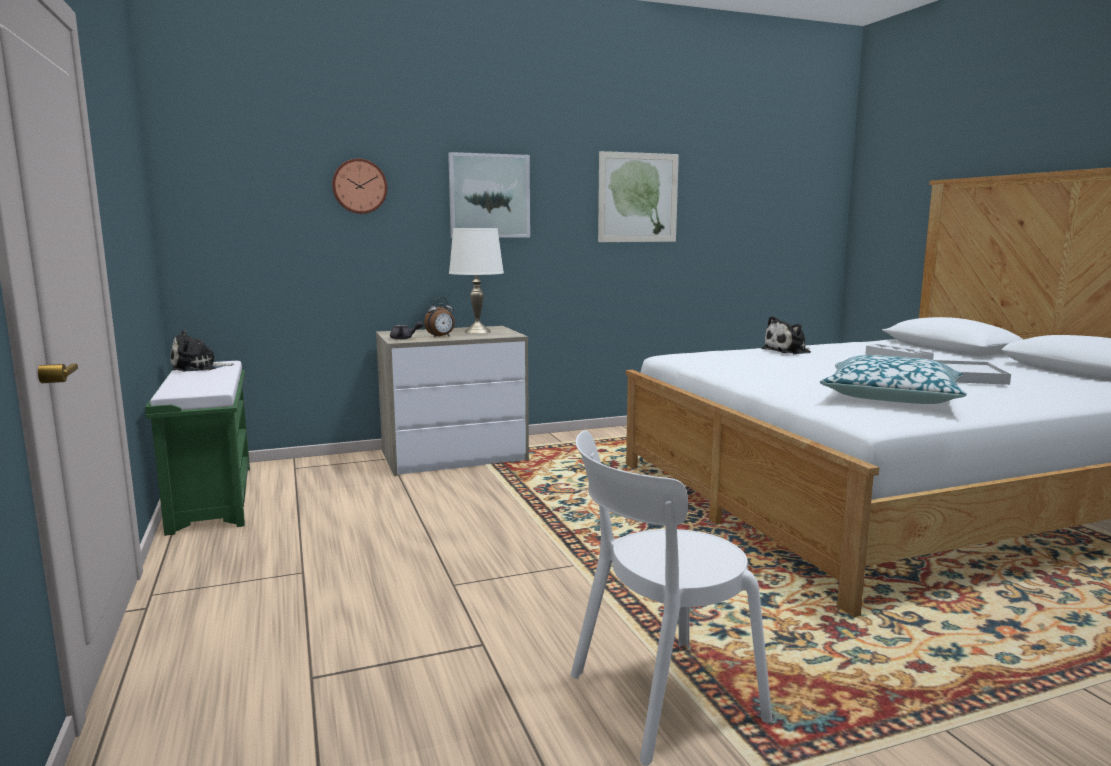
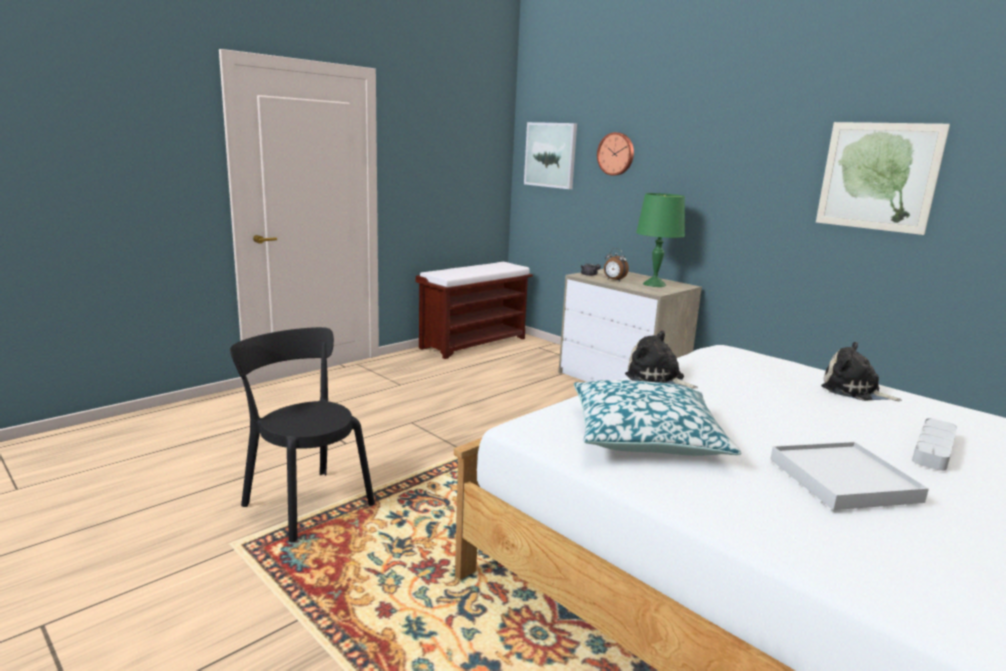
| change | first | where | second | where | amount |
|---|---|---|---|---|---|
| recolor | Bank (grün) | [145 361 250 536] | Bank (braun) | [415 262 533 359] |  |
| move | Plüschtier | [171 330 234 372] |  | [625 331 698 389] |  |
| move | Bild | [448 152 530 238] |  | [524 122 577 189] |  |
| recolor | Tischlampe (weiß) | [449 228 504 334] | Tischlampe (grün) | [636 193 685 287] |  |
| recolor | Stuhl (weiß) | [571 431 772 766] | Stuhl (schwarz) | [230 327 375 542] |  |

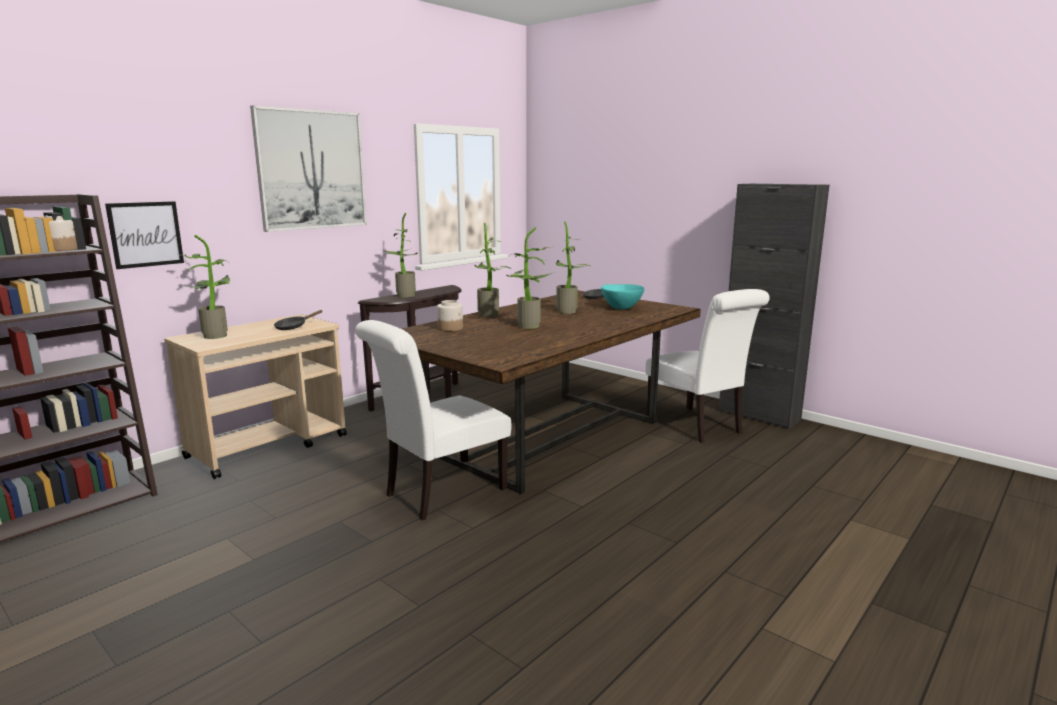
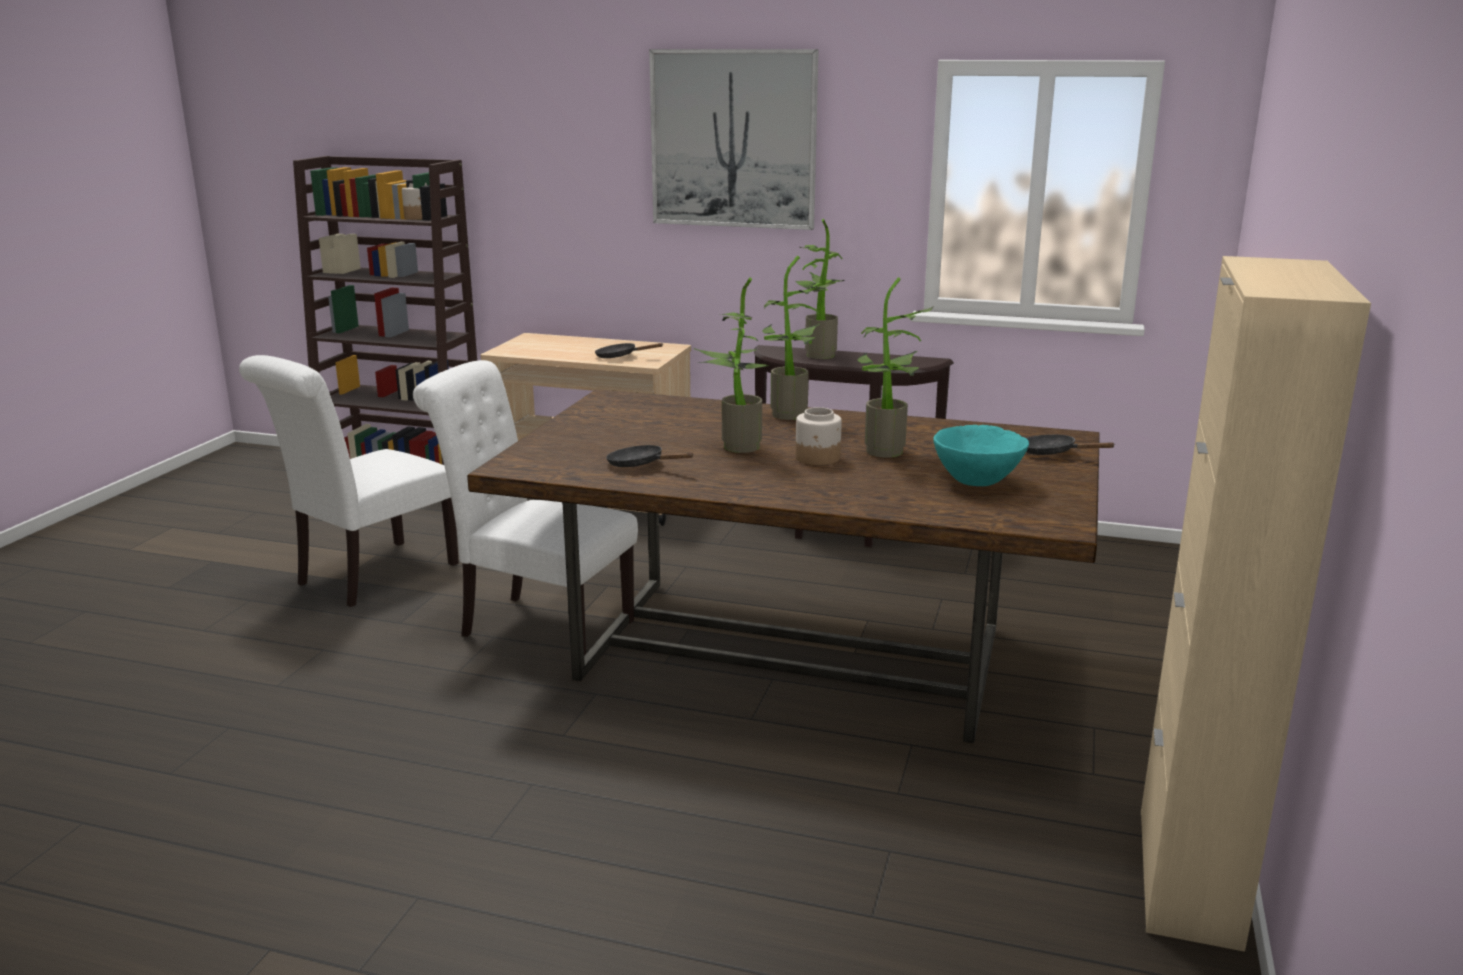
| change | first | where | second | where | amount |
|---|---|---|---|---|---|
| delete | Bild | [105 201 184 269] |  |  |  |
| delete | Topfpflanze | [176 235 230 339] |  |  |  |
| move | Vorratsglas | [437 300 463 331] |  | [796 407 842 465] |  |
| move | Stuhl (weiß) | [645 289 770 443] |  | [239 355 459 607] |  |
| recolor | Schrank (schwarz) | [719 184 829 429] | Schrank (beige) | [1141 256 1371 952] |  |
| insert |  |  | Pfanne (schwarz) | [606 445 694 467] |  |

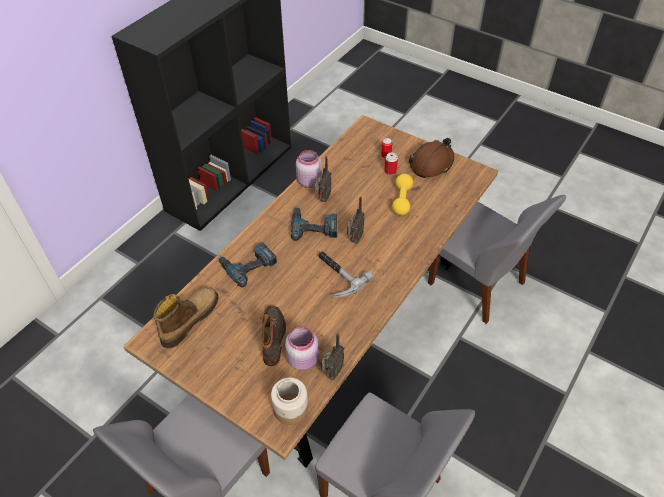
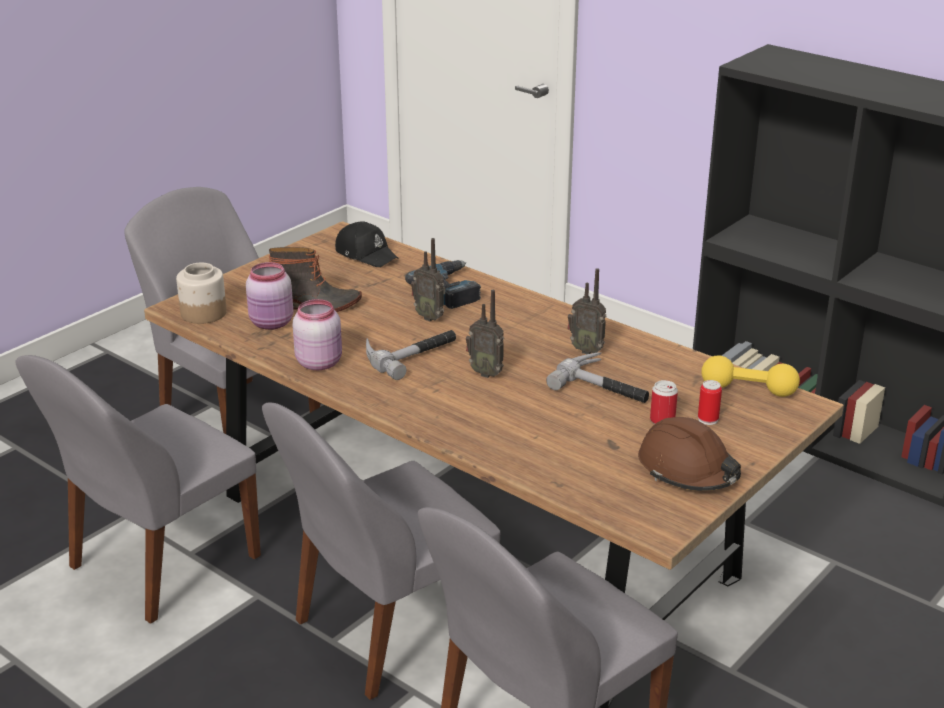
| change | first | where | second | where | amount |
|---|---|---|---|---|---|
| replace | Stiefel | [153 287 219 348] | Kappe (schwarz) | [335 221 398 267] |  |
| delete | Bohrmaschine | [291 206 337 241] |  |  |  |
| move | Vorratsglas (rosa) | [296 150 322 188] |  | [293 299 342 370] |  |
| move | Radio | [321 333 344 380] |  | [411 238 445 321] |  |
| move | Hantel (gelb) | [392 174 413 215] |  | [702 355 800 397] |  |
| insert |  |  | Stuhl (grau) | [262 402 500 700] |  |
| insert |  |  | Hammer | [546 352 649 403] |  |

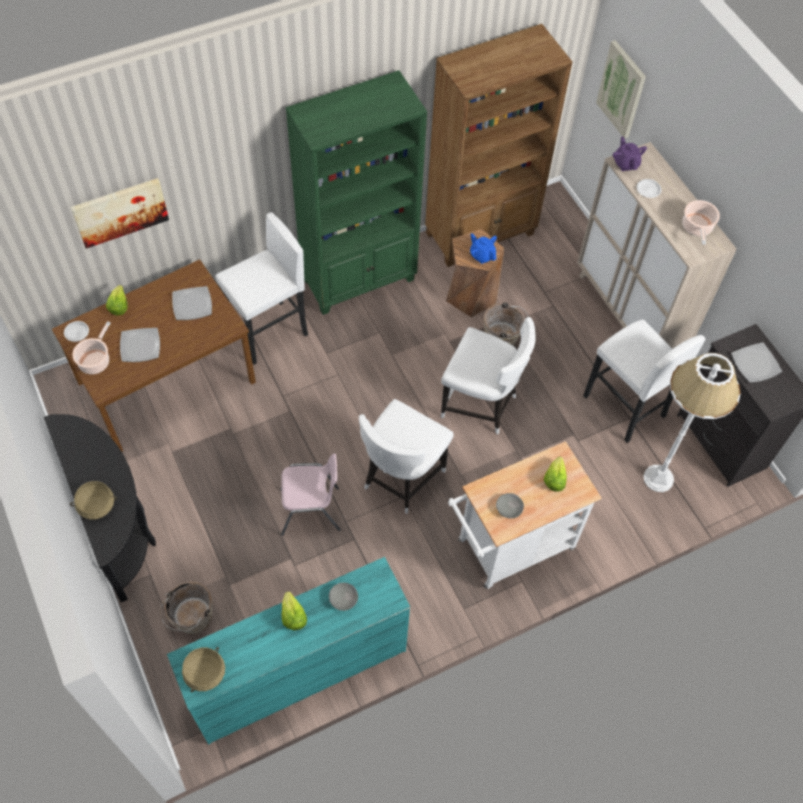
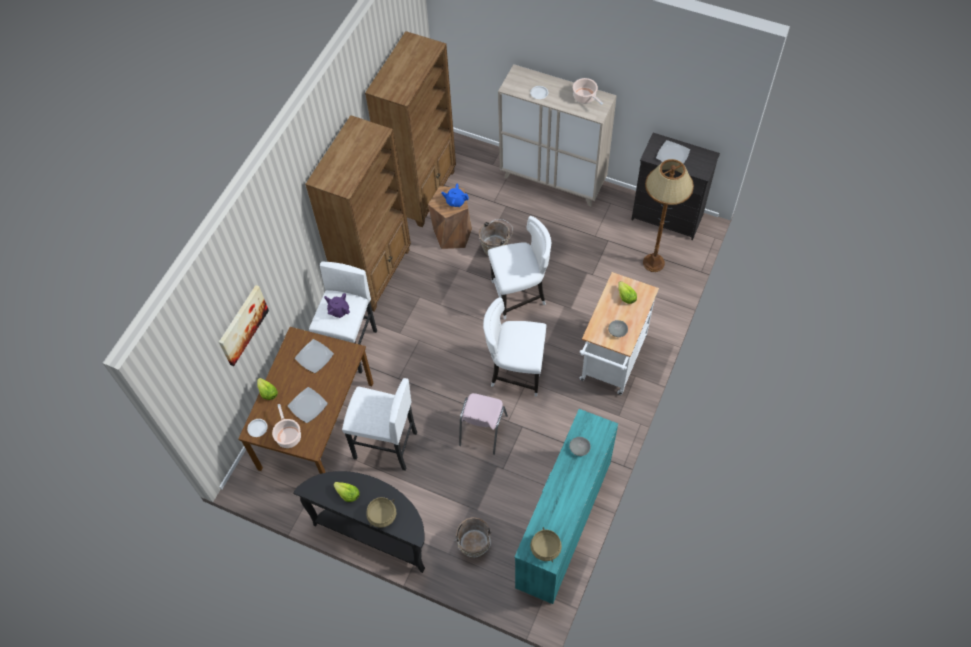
| change | first | where | second | where | amount |
|---|---|---|---|---|---|
| rotate | Stuhl (rosa) | [280 454 341 536] |  | [459 393 508 455] | 150 degrees clockwise |
| move | Salatkopf | [282 591 307 630] |  | [333 482 360 502] |  |
| recolor | Bücherregal (grün) | [286 70 427 315] | Bücherregal (braun) | [305 115 411 312] |  |
| rotate | Stuhl (weiß) | [359 399 454 514] |  | [483 297 546 397] | 105 degrees clockwise |
| move | Hocker (weiß) | [583 319 706 443] |  | [342 378 417 471] |  |
| delete | Bild | [596 40 646 138] |  |  |  |
| move | Teekanne (lila) | [613 137 647 171] |  | [324 293 350 318] |  |
| recolor | Stehlampe (weiß) | [644 353 741 492] | Stehlampe (braun) | [643 159 694 272] |  |

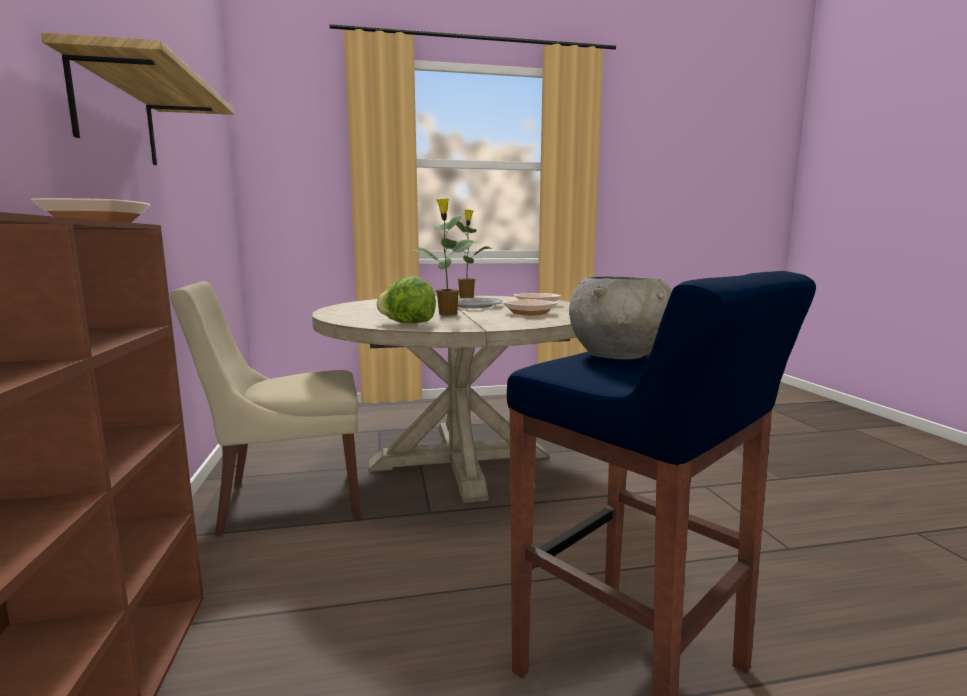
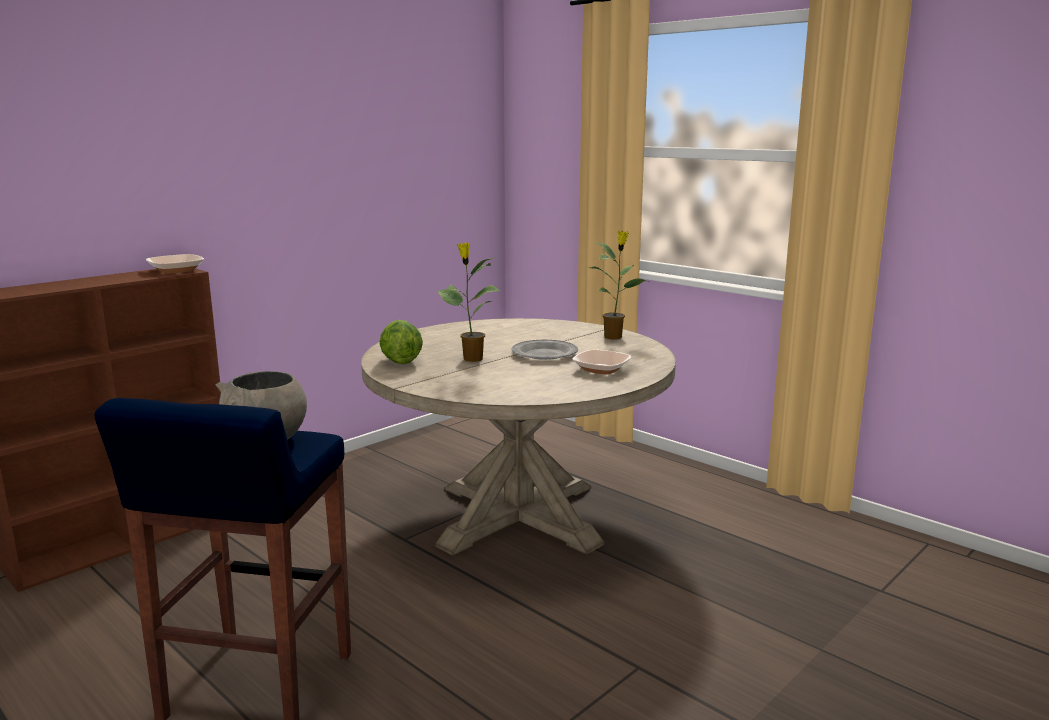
| change | first | where | second | where | amount |
|---|---|---|---|---|---|
| delete | Wandregal | [41 33 234 165] |  |  |  |
| delete | Stuhl (beige) | [170 281 361 537] |  |  |  |
| delete | Schüssel | [502 299 558 316] |  |  |  |

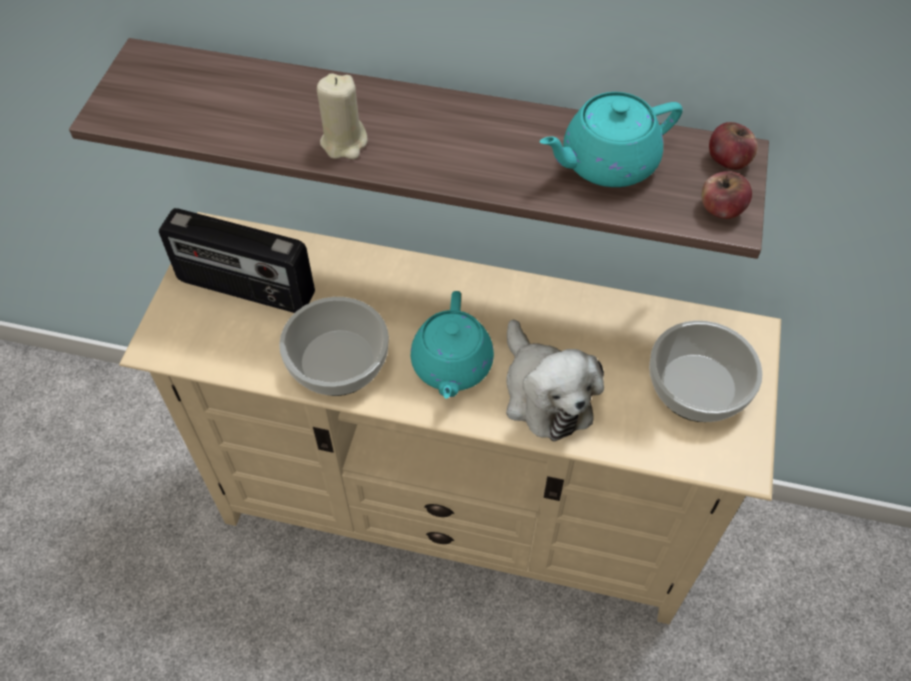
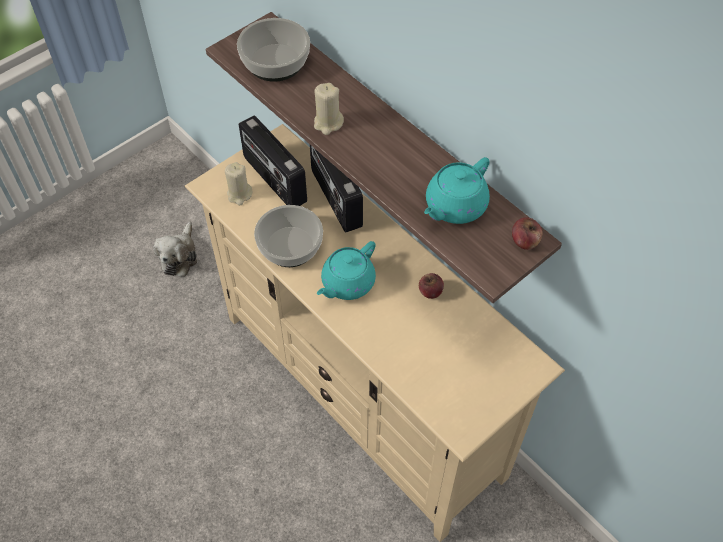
| change | first | where | second | where | amount |
|---|---|---|---|---|---|
| move | Plüschtier | [506 320 604 441] |  | [153 221 197 277] |  |
| rotate | Teekanne (türkis) | [540 92 683 187] |  | [424 157 490 224] | 60 degrees counterclockwise |
| move | Schüssel | [649 320 763 422] |  | [237 18 310 82] |  |
| move | Apfel | [702 171 752 219] |  | [419 273 444 299] |  |
| insert |  |  | Kerze (beige) | [225 162 253 205] |  |
| insert |  |  | Radio | [310 145 363 232] |  |

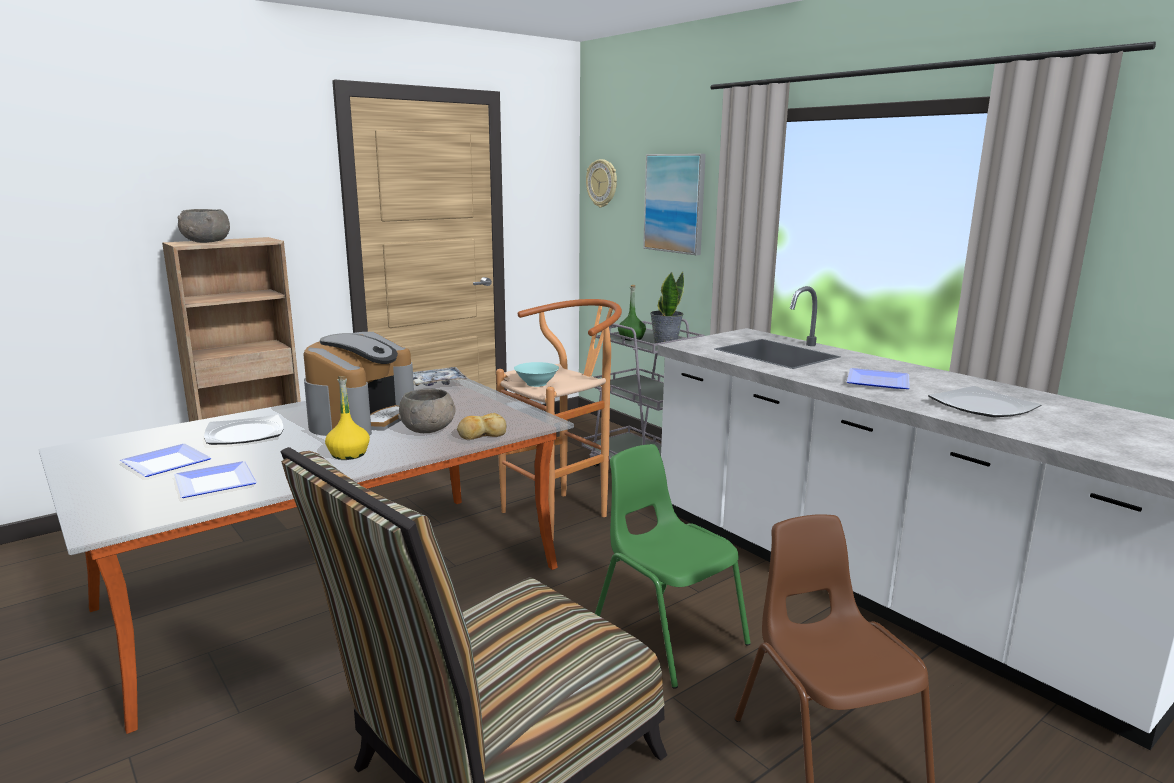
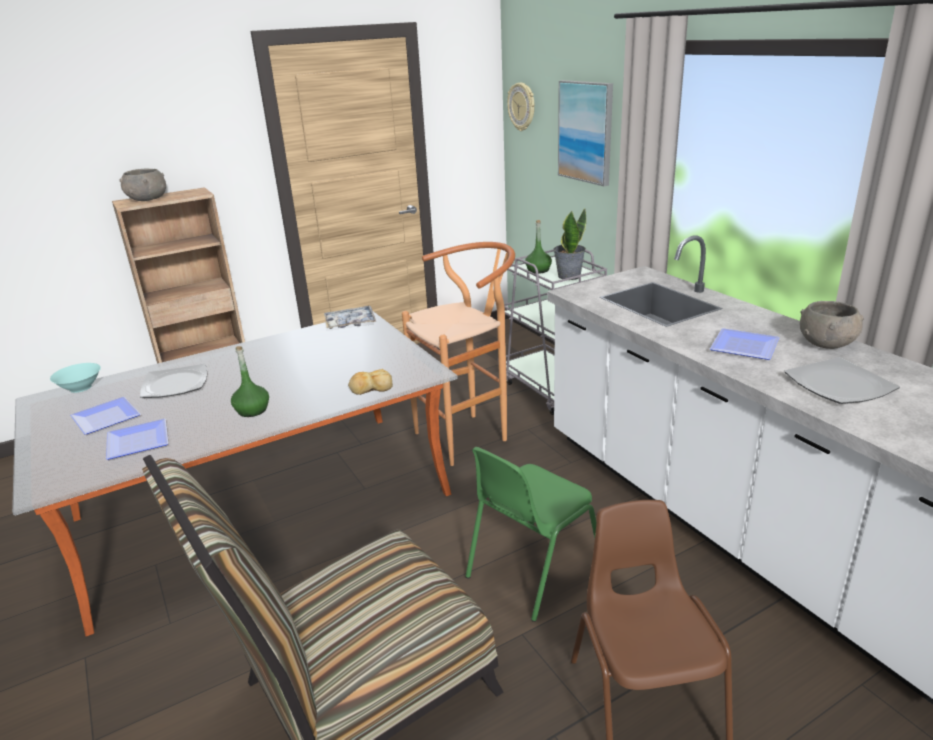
| change | first | where | second | where | amount |
|---|---|---|---|---|---|
| delete | Kaffeemaschine | [304 332 414 436] |  |  |  |
| recolor | Flasche (gelb) | [325 376 370 460] | Flasche (grün) | [231 346 269 417] |  |
| move | Schüssel (grau) | [398 389 456 433] |  | [800 301 864 349] |  |
| move | Schüssel (türkis) | [514 362 559 387] |  | [50 363 101 393] |  |
| rotate | Stuhl (grün) | [595 444 751 689] |  | [465 447 596 622] | 105 degrees counterclockwise |

